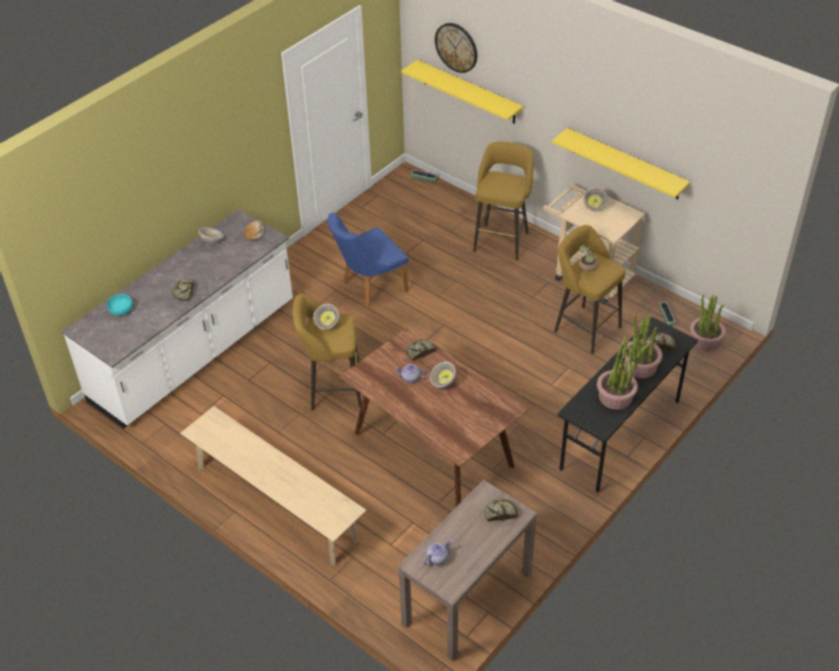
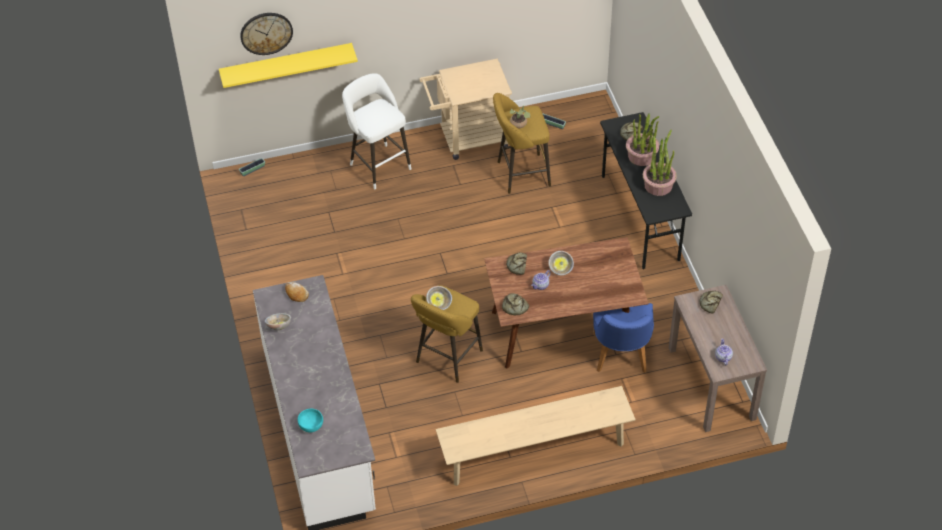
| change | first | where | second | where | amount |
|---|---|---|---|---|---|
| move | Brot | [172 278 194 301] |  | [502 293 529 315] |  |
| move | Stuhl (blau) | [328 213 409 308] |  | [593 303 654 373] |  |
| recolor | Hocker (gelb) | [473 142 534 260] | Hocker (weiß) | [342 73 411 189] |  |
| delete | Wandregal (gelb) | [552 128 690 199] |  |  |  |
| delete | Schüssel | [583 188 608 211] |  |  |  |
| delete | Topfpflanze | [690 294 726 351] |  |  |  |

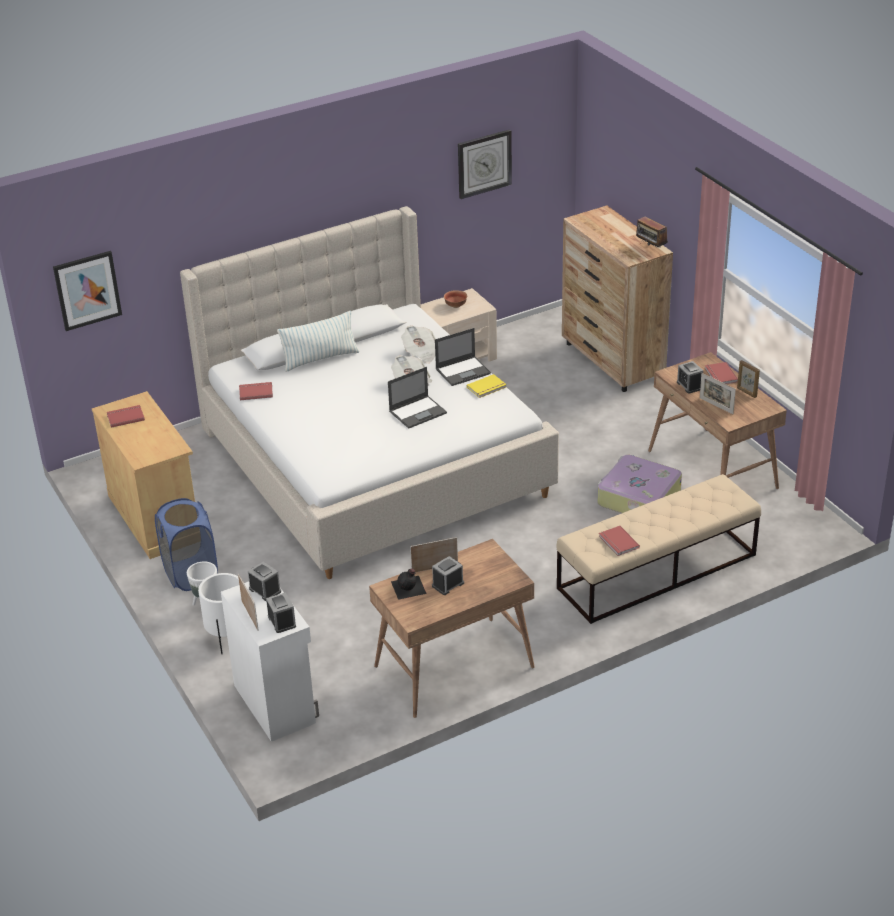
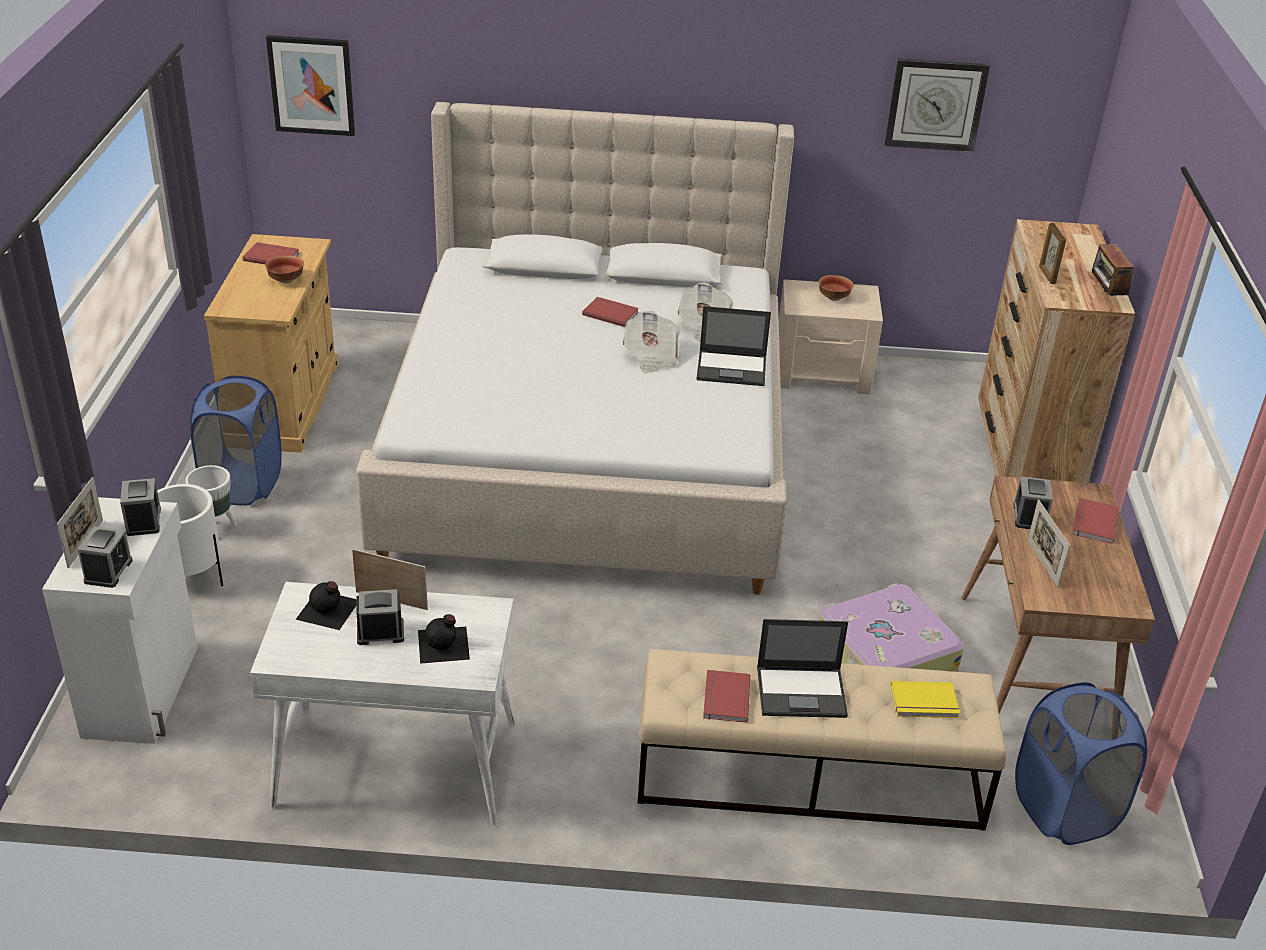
| change | first | where | second | where | amount |
|---|---|---|---|---|---|
| move | Buch (rot) | [239 382 273 400] |  | [582 297 639 327] |  |
| delete | Kissen | [277 311 359 372] |  |  |  |
| recolor | Schreibtisch (braun) | [369 539 535 718] | Schreibtisch (weiß) | [250 582 515 825] |  |
| move | Laptop | [388 367 447 429] |  | [757 619 848 718] |  |
| move | Buch (gelb) | [467 374 507 398] |  | [891 681 960 718] |  |
| move | Bilderrahmen | [737 360 760 398] |  | [1039 223 1066 284] |  |
| insert |  |  | Schüssel | [265 255 304 283] |  |
| insert |  |  | Flasche (schwarz) | [418 614 470 664] |  |
| insert |  |  | Wäschekorb (blau) | [1015 682 1147 845] |  |

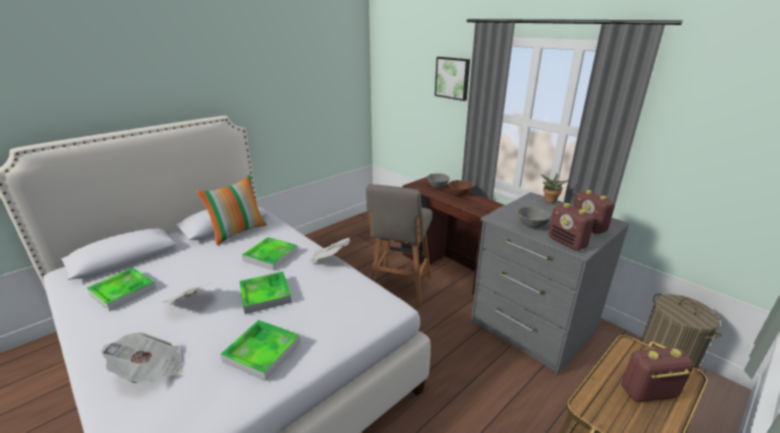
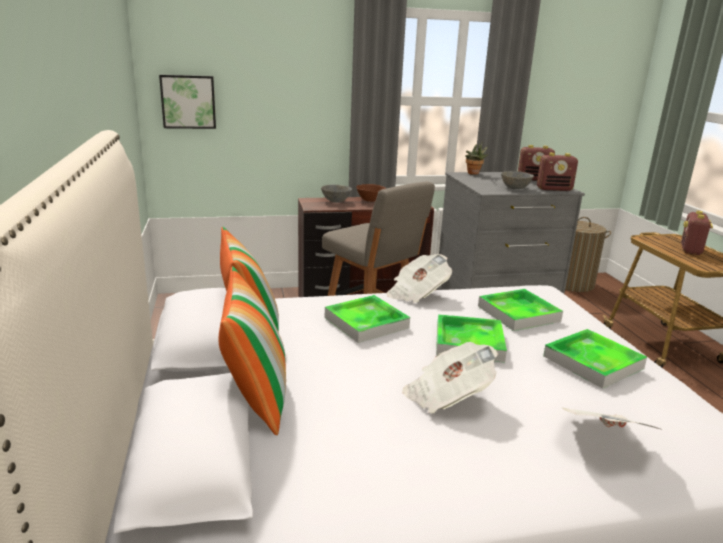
| change | first | where | second | where | amount |
|---|---|---|---|---|---|
| move | Tablett | [87 268 156 311] |  | [478 289 563 331] |  |
| move | Bild | [435 57 470 101] |  | [159 75 216 129] |  |
| insert |  |  | Kissen | [219 266 286 436] |  |

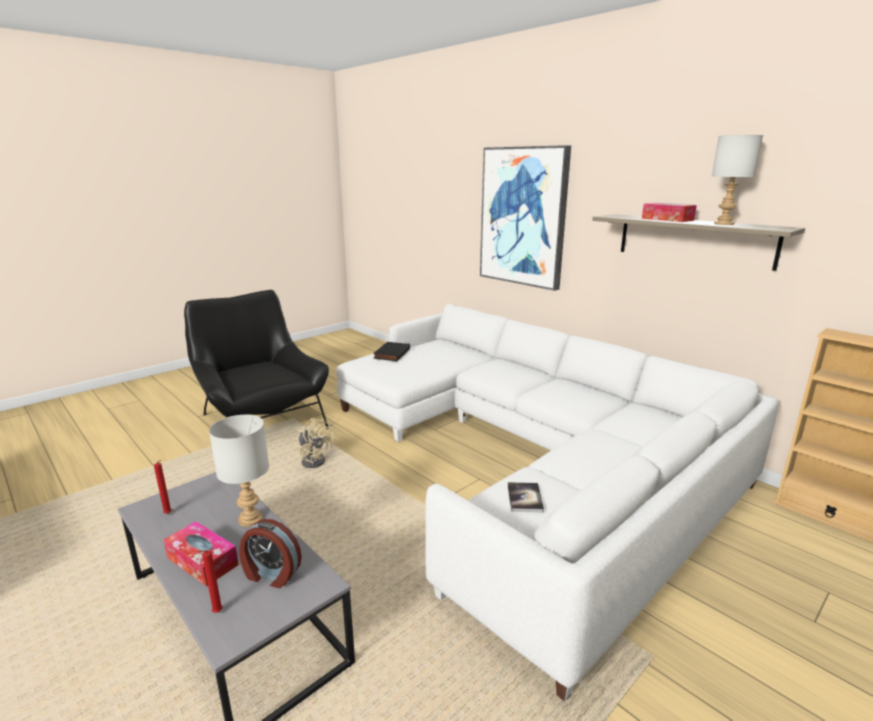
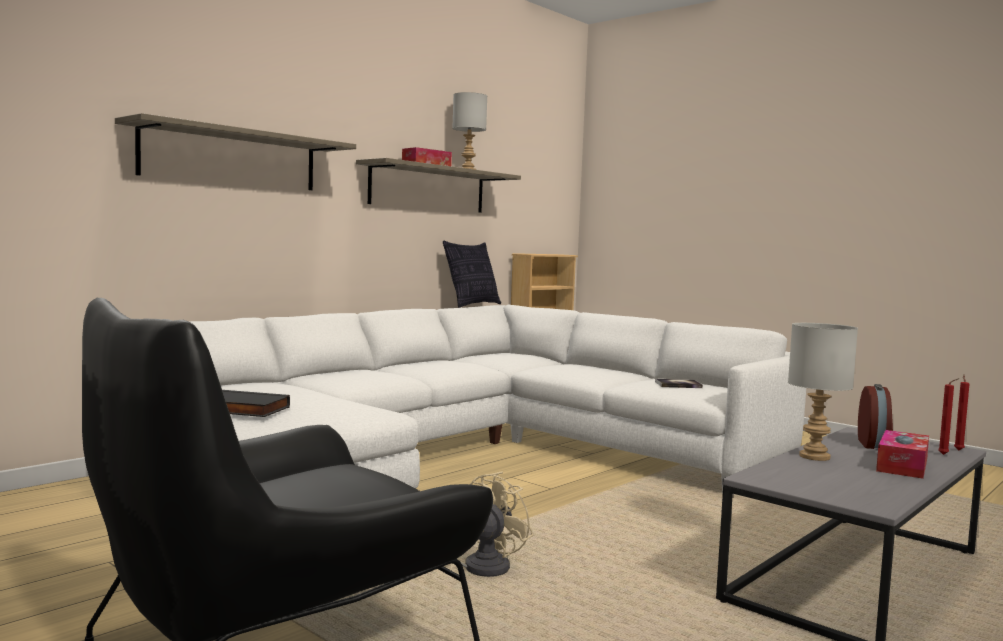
| change | first | where | second | where | amount |
|---|---|---|---|---|---|
| move | Kerze (rot) | [154 460 172 514] |  | [954 374 970 450] |  |
| replace | Bild | [480 145 571 291] | Wandregal | [115 113 356 190] |  |
| insert |  |  | Kissen | [443 240 501 308] |  |

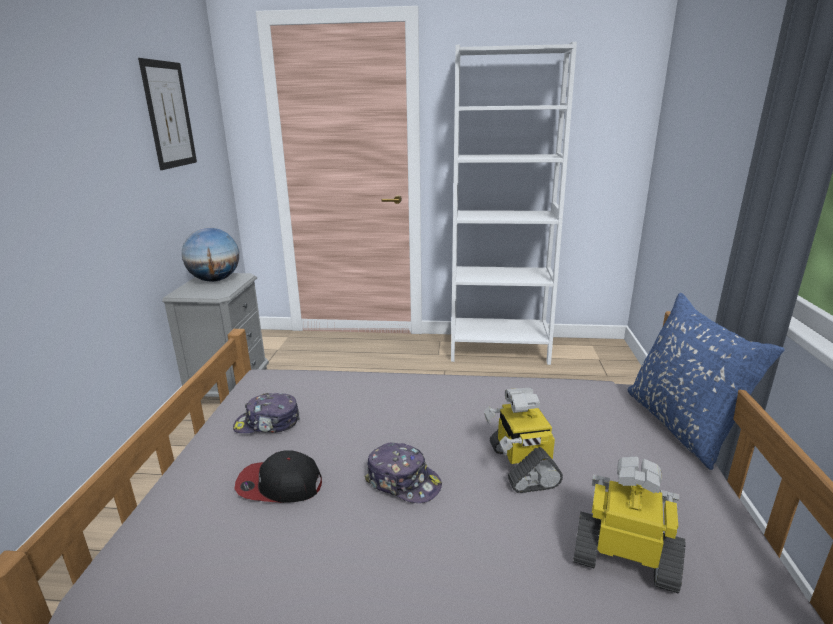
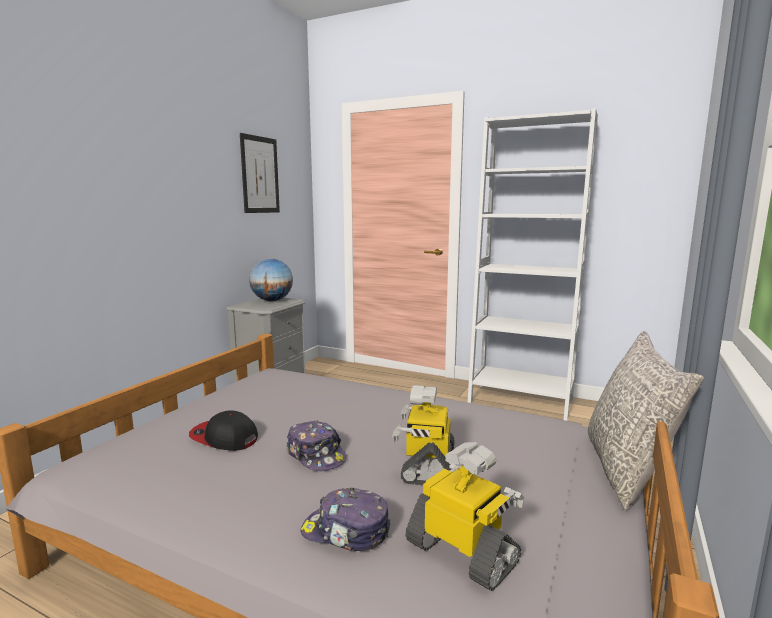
| change | first | where | second | where | amount |
|---|---|---|---|---|---|
| move | Kappe | [233 393 300 433] |  | [301 488 390 551] |  |
| recolor | Kissen (blau) | [627 293 784 470] | Kissen (grau) | [588 331 704 510] |  |

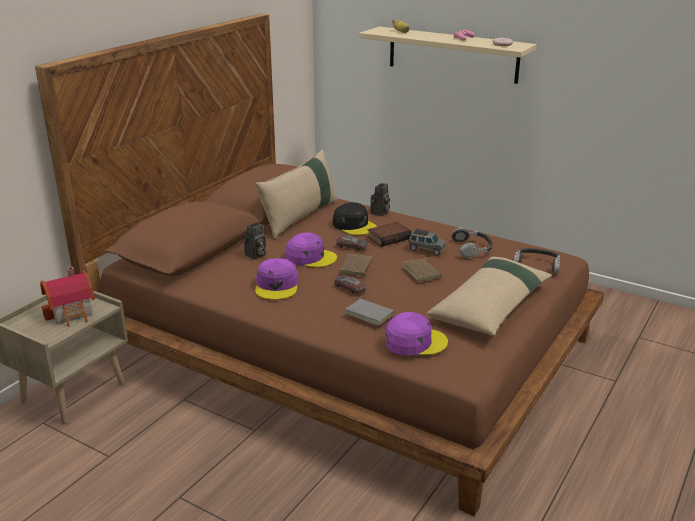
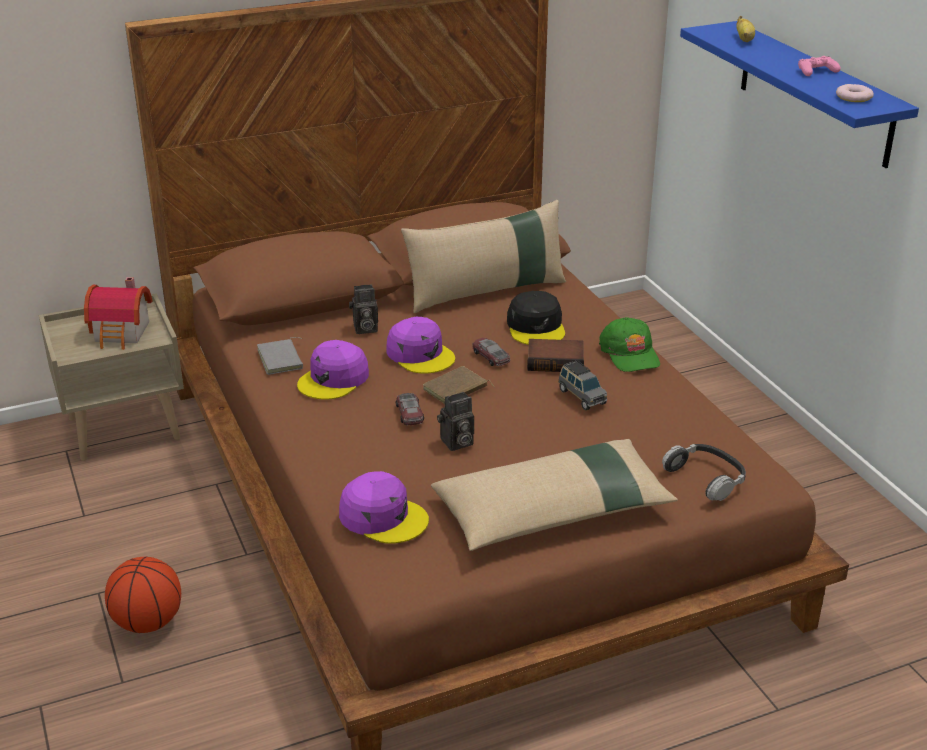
| change | first | where | second | where | amount |
|---|---|---|---|---|---|
| move | Buch (grau) | [345 295 394 326] |  | [257 337 303 375] |  |
| recolor | Wandregal (beige) | [359 27 537 84] | Wandregal (blau) | [680 21 919 168] |  |
| move | Kamera | [370 183 390 216] |  | [437 392 474 451] |  |
| delete | Buch (braun) | [403 257 441 282] |  |  |  |
| delete | Kopfhörer | [451 227 492 258] |  |  |  |
| insert |  |  | Basketball | [105 557 181 633] |  |
| insert |  |  | Kappe (grün) | [599 317 660 372] |  |

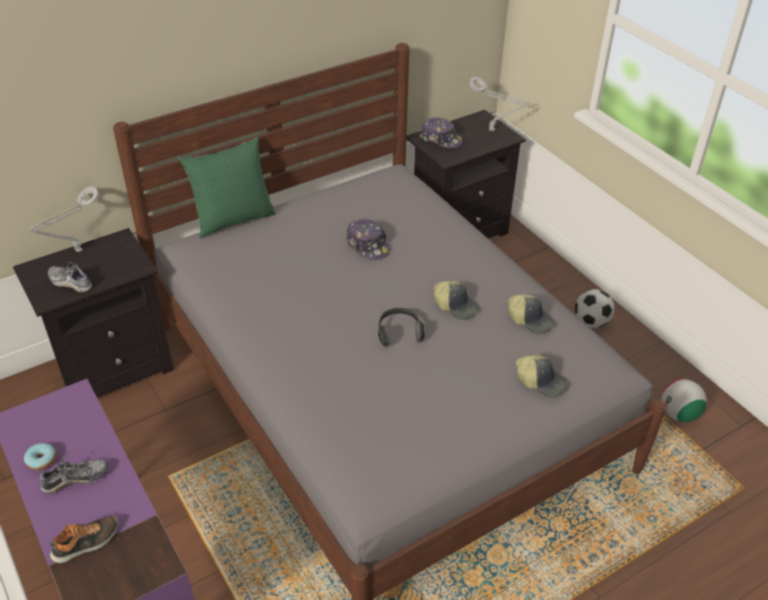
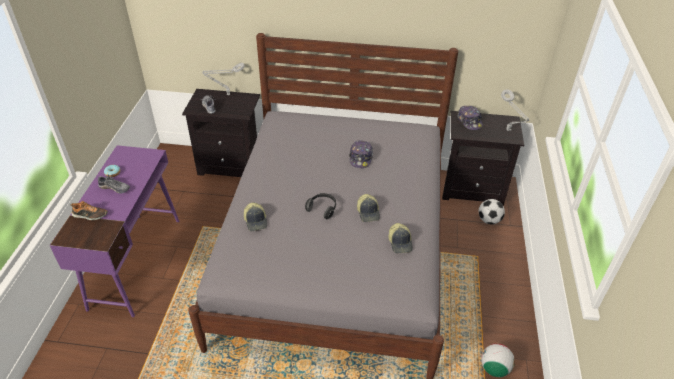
| change | first | where | second | where | amount |
|---|---|---|---|---|---|
| delete | Kissen (grün) | [179 137 276 238] |  |  |  |
| move | Kappe | [516 354 567 398] |  | [244 203 267 231] |  |
| move | Fußball | [575 289 615 328] |  | [479 199 505 224] |  |

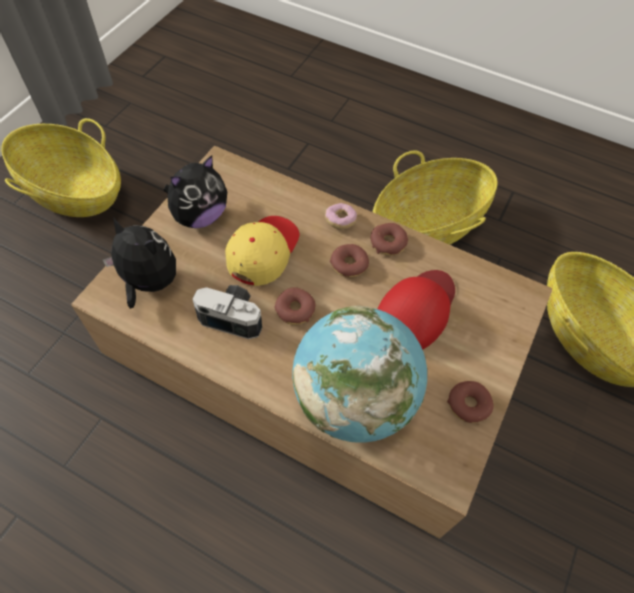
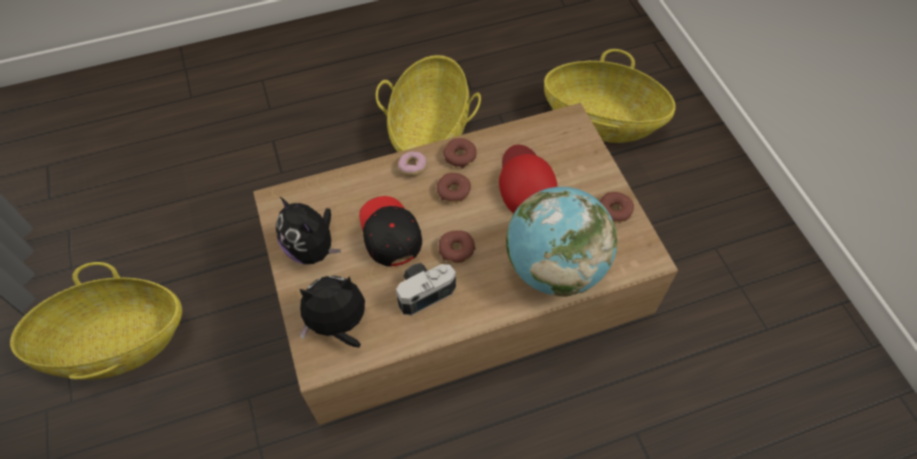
| change | first | where | second | where | amount |
|---|---|---|---|---|---|
| rotate | Plüschtier | [164 155 227 228] |  | [275 196 341 264] | 135 degrees clockwise |
| recolor | Kappe (gelb) | [225 216 299 286] | Kappe (schwarz) | [359 196 422 267] |  |

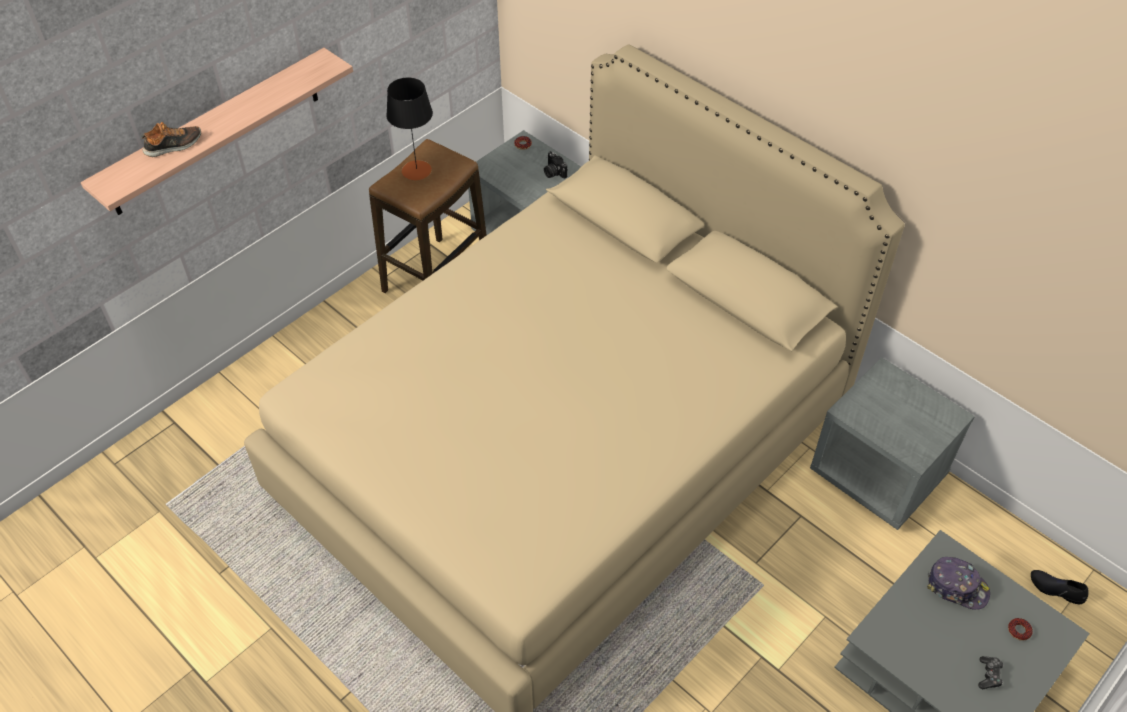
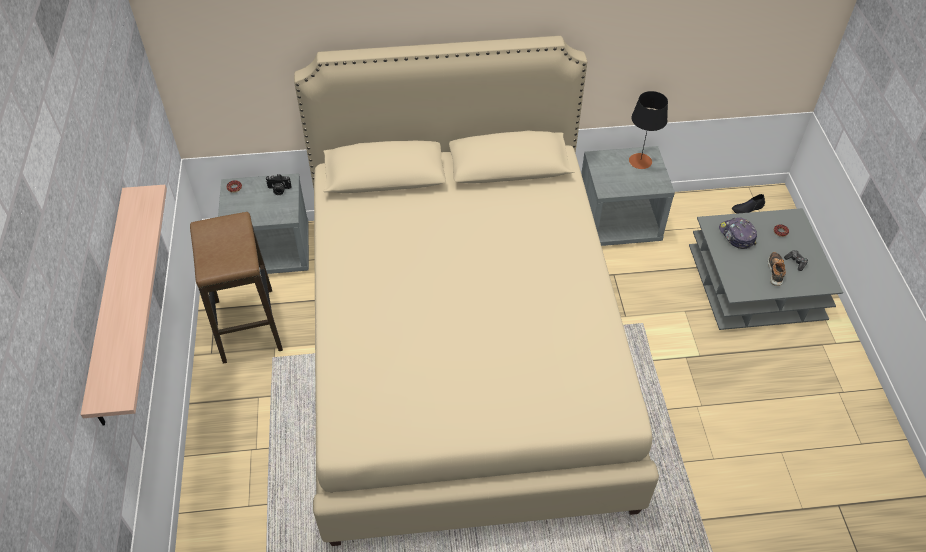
| change | first | where | second | where | amount |
|---|---|---|---|---|---|
| move | Schuh | [141 122 201 157] |  | [768 252 786 286] |  |
| move | Tischlampe (schwarz) | [386 78 433 180] |  | [629 91 668 169] |  |
| rotate | Kappe | [927 557 990 610] |  | [719 218 757 249] | 90 degrees counterclockwise |

